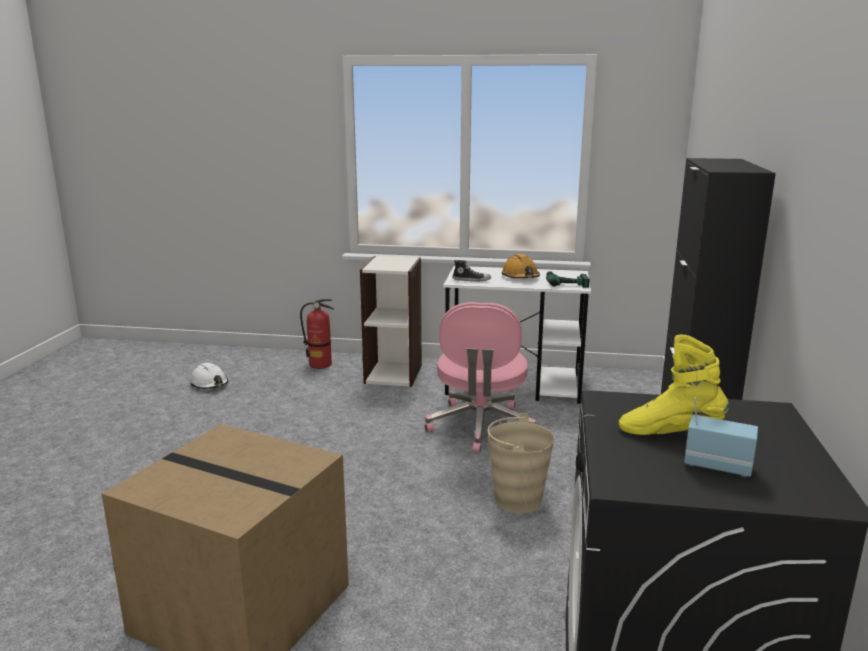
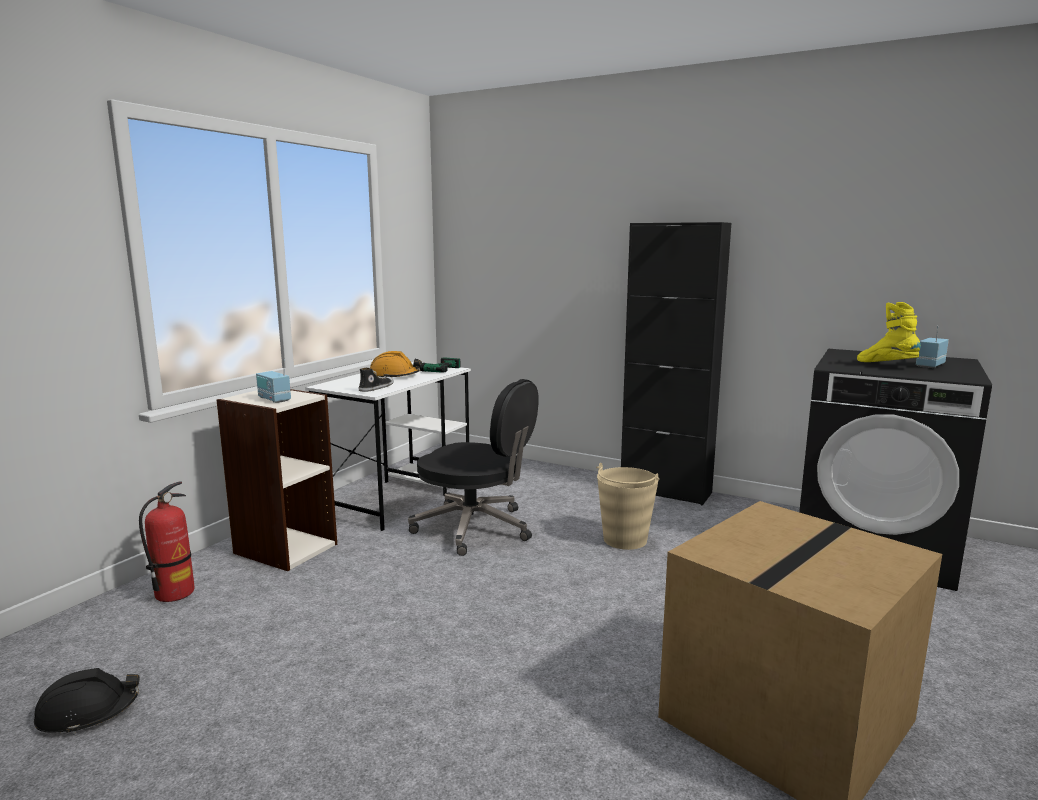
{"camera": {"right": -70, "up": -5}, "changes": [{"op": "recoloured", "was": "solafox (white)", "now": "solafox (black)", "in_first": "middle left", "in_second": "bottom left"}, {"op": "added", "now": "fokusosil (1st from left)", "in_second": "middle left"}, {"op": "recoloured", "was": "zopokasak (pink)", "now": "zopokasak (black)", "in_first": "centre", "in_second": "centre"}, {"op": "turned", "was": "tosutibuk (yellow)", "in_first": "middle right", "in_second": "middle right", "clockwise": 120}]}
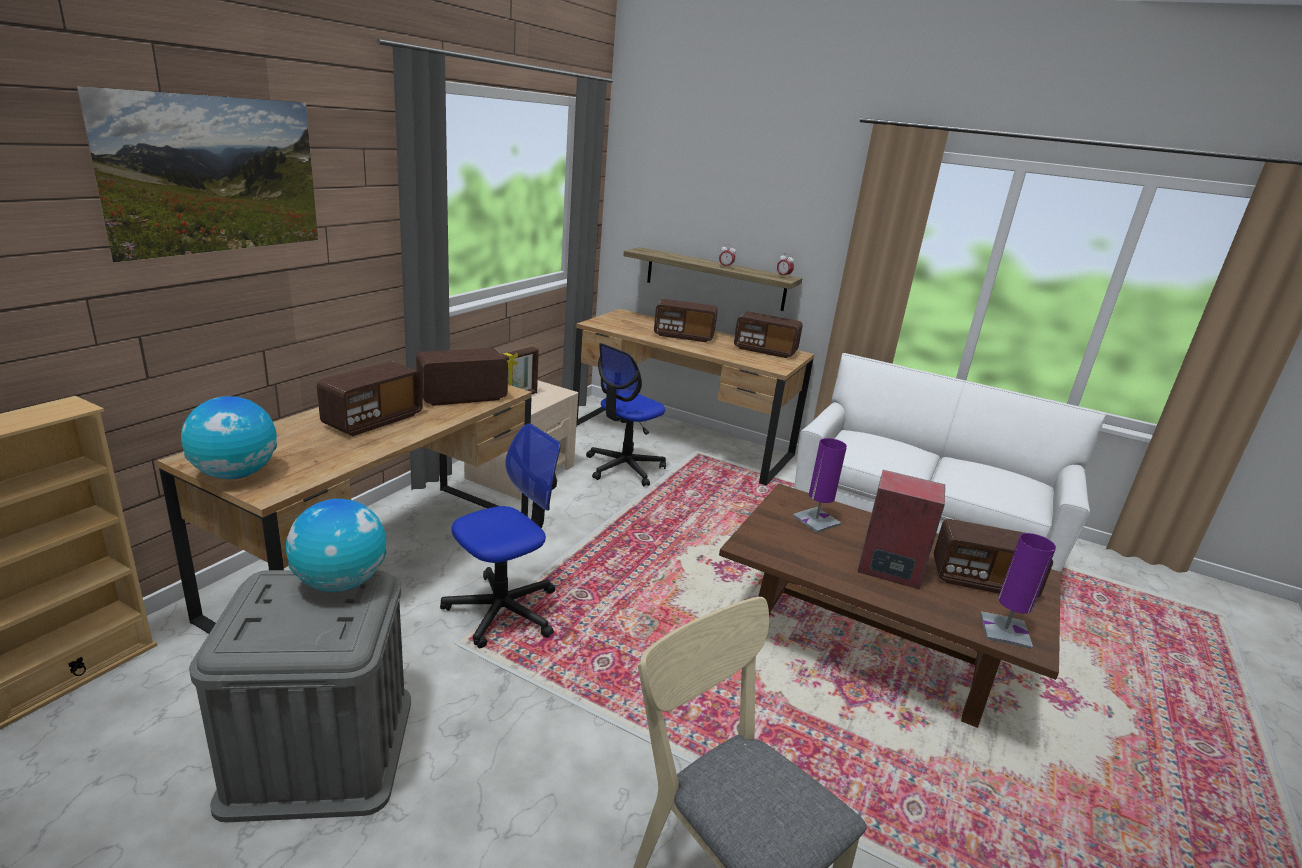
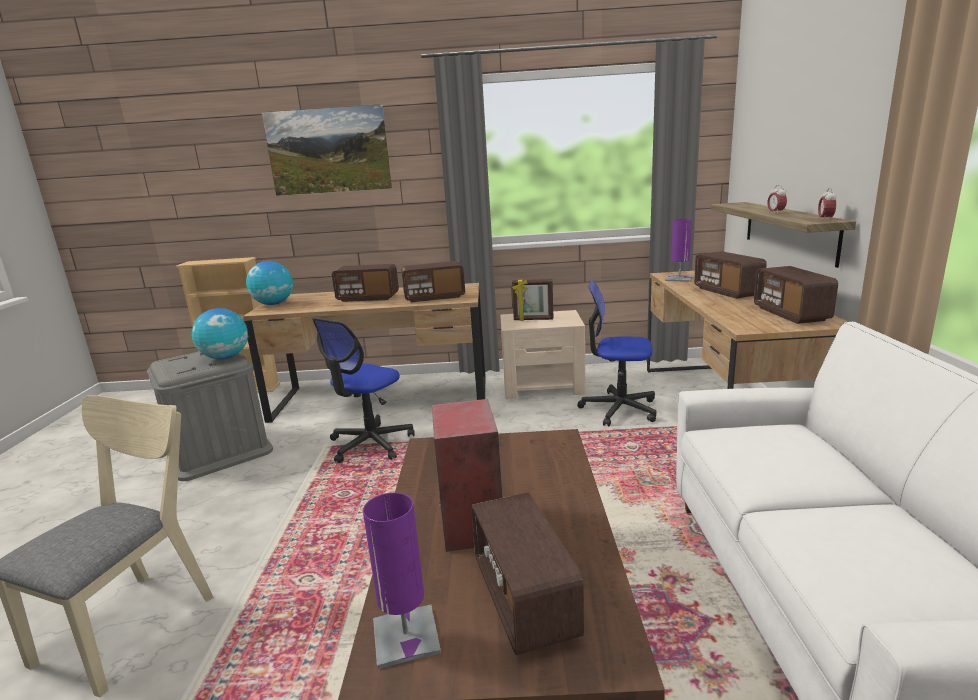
{"camera": {"right": 65, "up": -5}, "changes": [{"op": "turned", "was": "zopokasak (1st from left)", "in_first": "centre", "in_second": "centre", "clockwise": 105}, {"op": "turned", "was": "fokusosil (2nd from left)", "in_first": "centre", "in_second": "centre", "clockwise": 135}, {"op": "moved", "was": "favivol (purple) (1st from left in the first image)", "now": "favivol (purple) (2nd from left)", "in_first": "centre", "in_second": "middle right"}]}
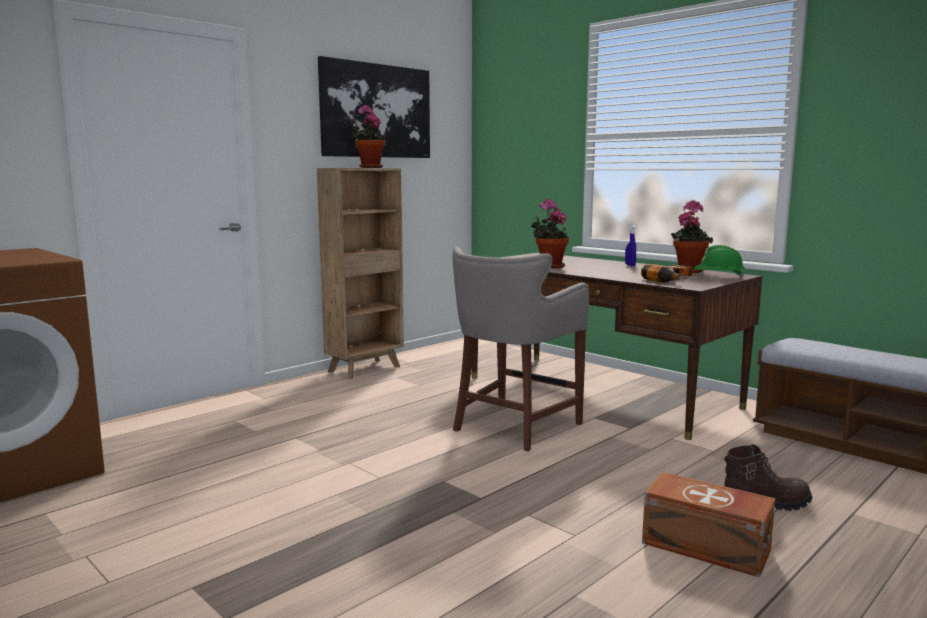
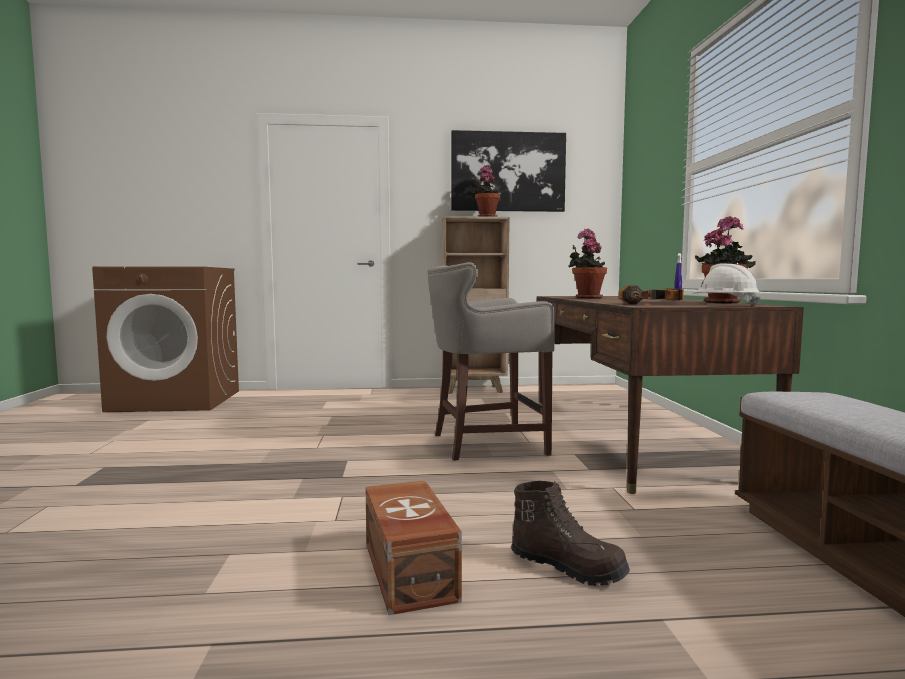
{"camera": {"right": 40, "up": -5}, "changes": [{"op": "recoloured", "was": "solafox (green)", "now": "solafox (white)", "in_first": "middle right", "in_second": "middle right"}]}
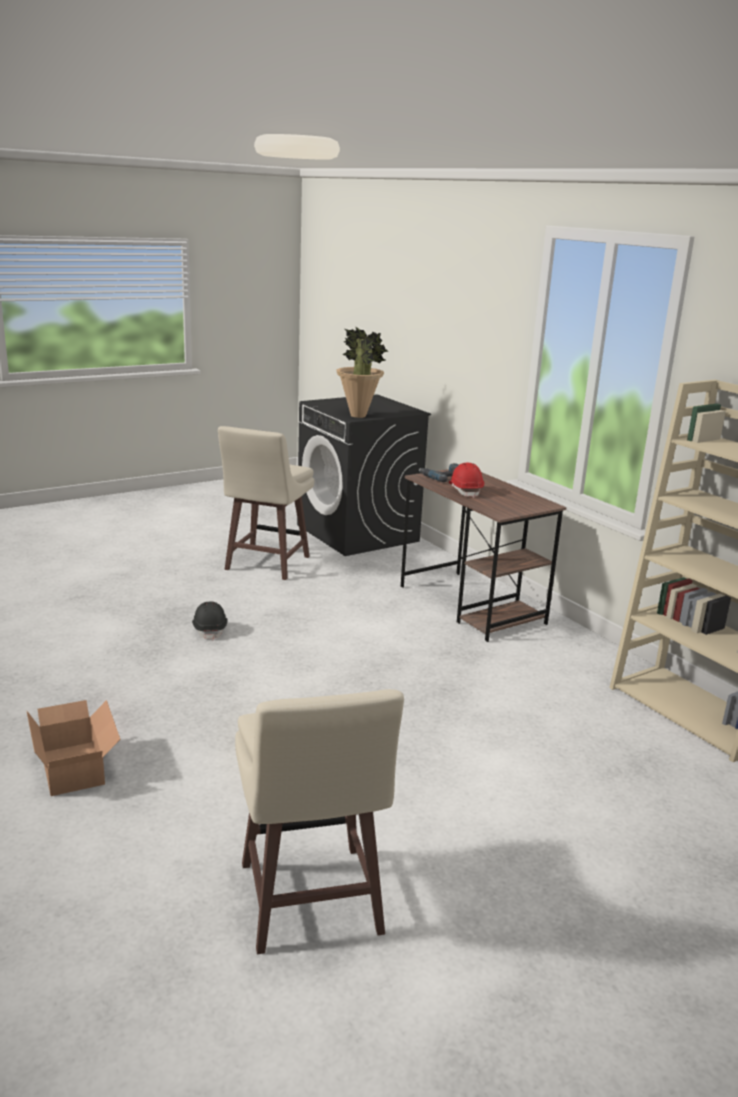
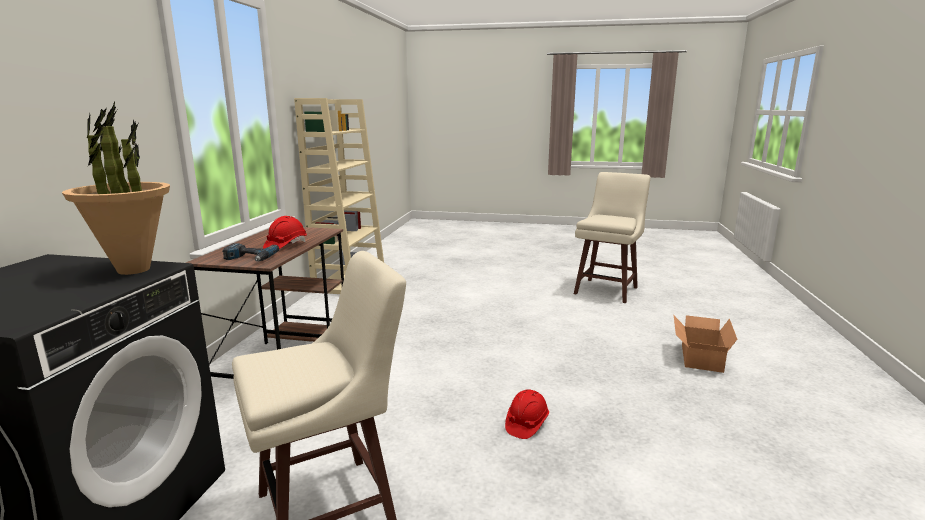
{"camera": {"right": -135, "up": -5}, "changes": [{"op": "recoloured", "was": "solafox (black)", "now": "solafox (red) (2nd from left)", "in_first": "middle left", "in_second": "bottom centre"}]}
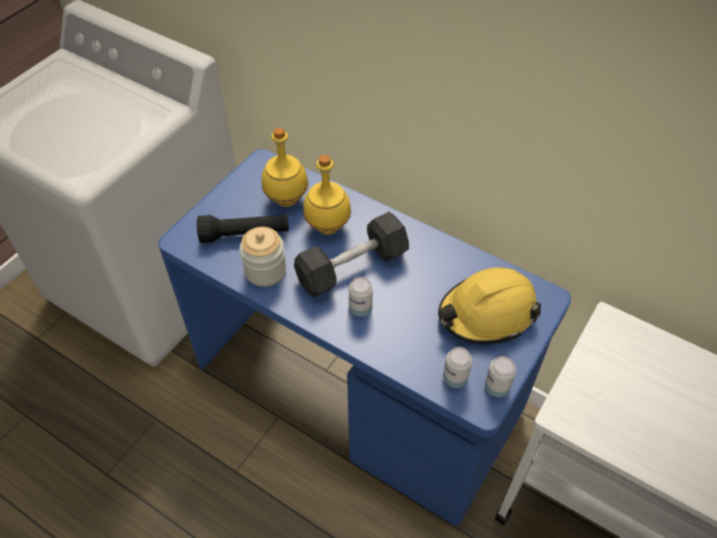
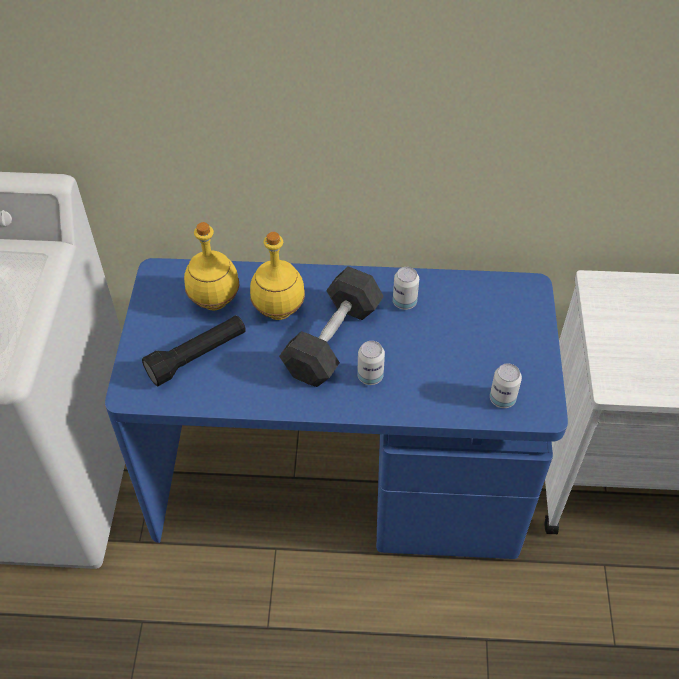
{"camera": {"right": -30, "up": 0}, "changes": [{"op": "moved", "was": "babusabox (3rd from left in the first image)", "now": "babusabox (2nd from left)", "in_first": "bottom right", "in_second": "centre"}, {"op": "removed", "was": "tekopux", "in_first": "centre"}, {"op": "removed", "was": "solafox (yellow)", "in_first": "middle right"}]}
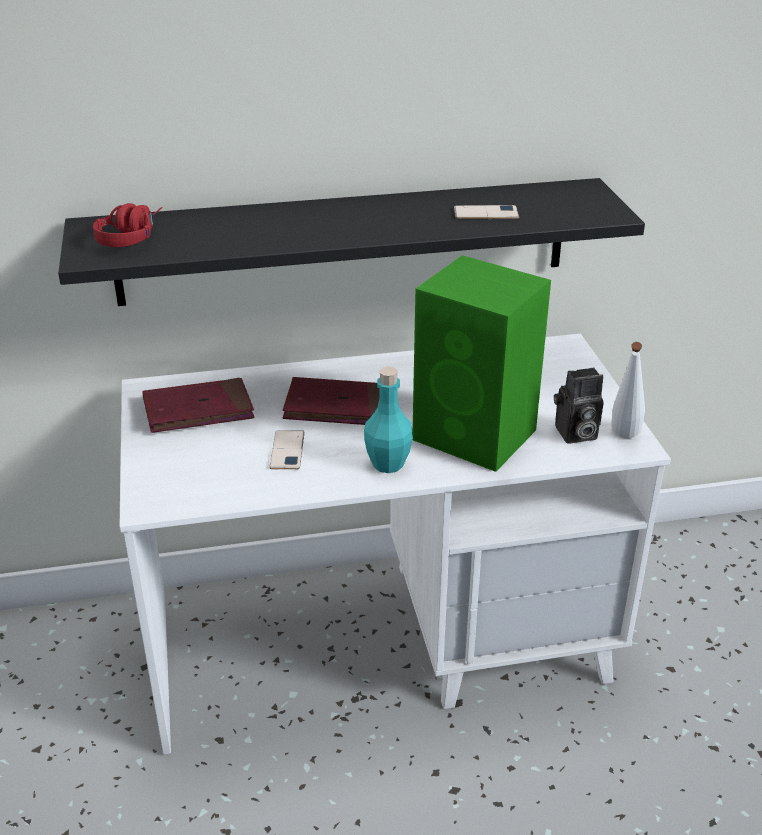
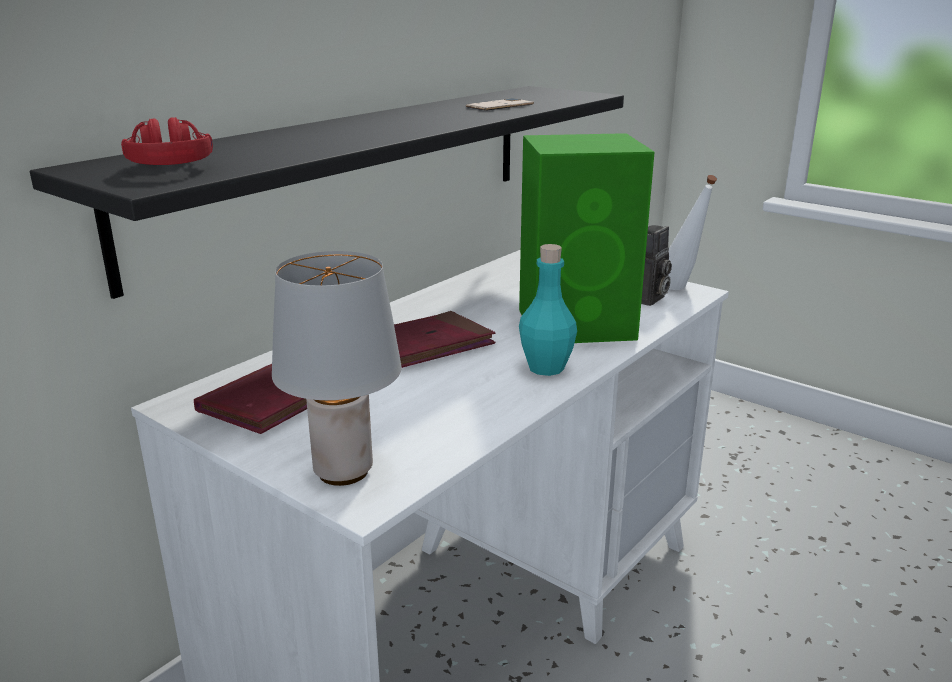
{"camera": {"right": -40, "up": -10}, "changes": [{"op": "added", "now": "favivol (grey)", "in_second": "centre"}, {"op": "removed", "was": "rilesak (1st from left)", "in_first": "centre"}]}
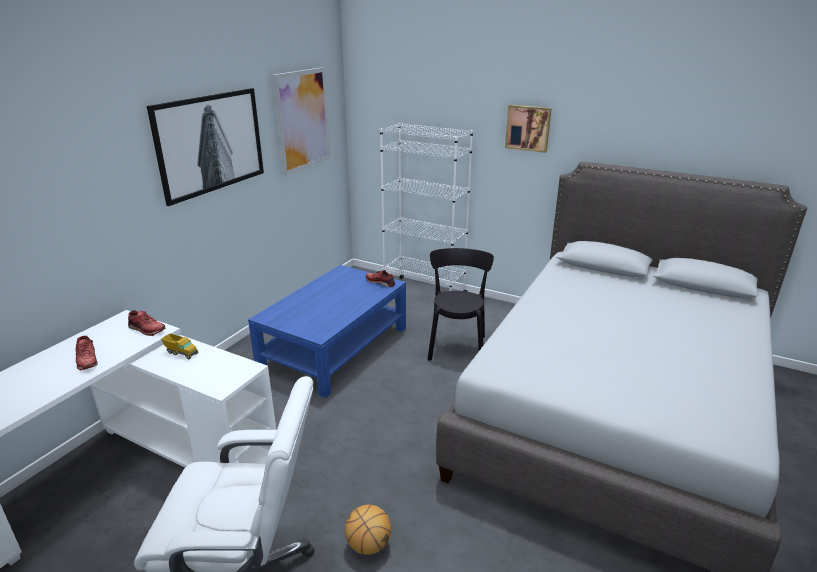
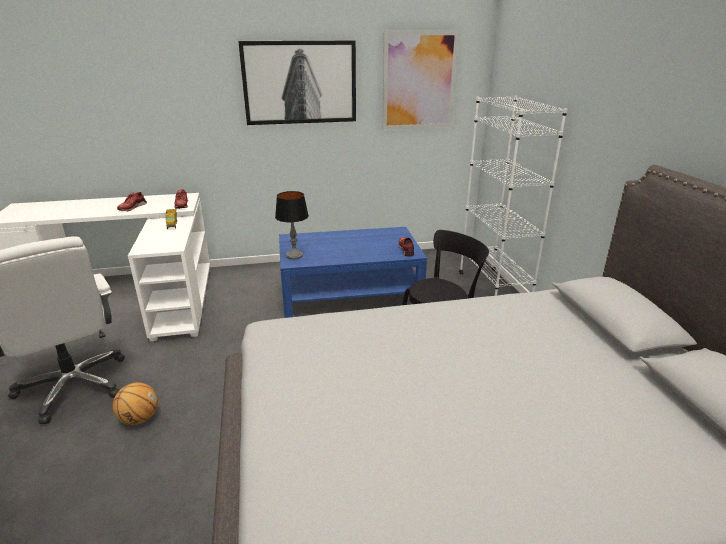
{"camera": {"right": 50, "up": 0}, "changes": [{"op": "added", "now": "favivol", "in_second": "centre"}, {"op": "removed", "was": "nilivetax (3rd from left)", "in_first": "top centre"}]}
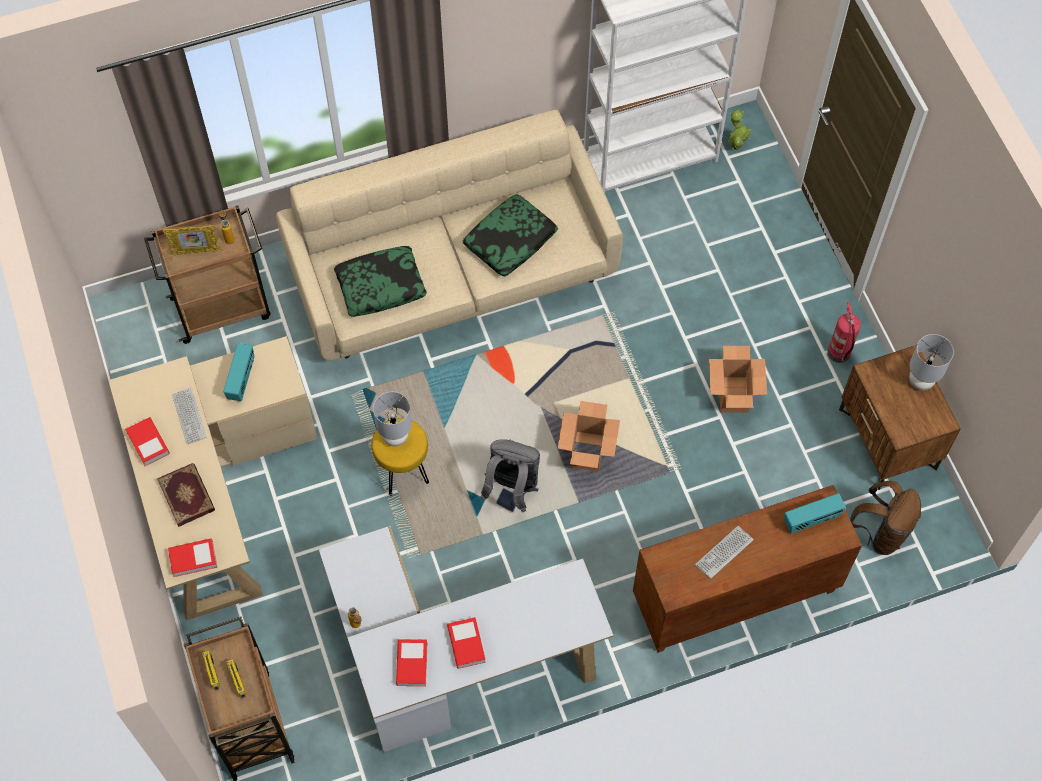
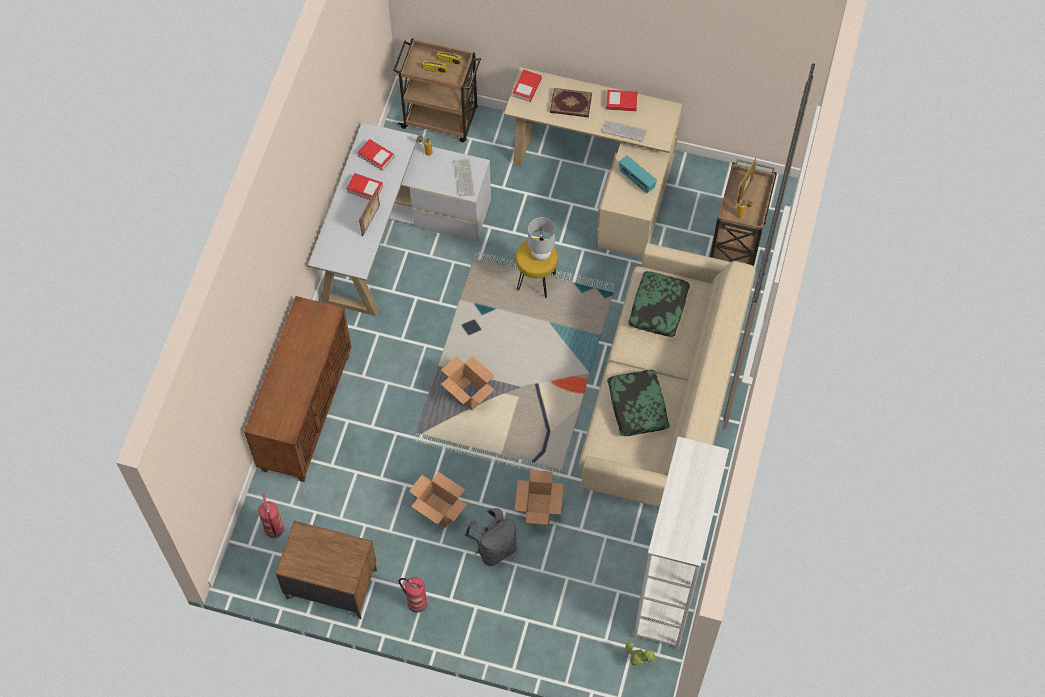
{"camera": {"right": 125, "up": 0}, "changes": [{"op": "replaced", "was": "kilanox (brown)", "now": "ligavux (1st from left)", "in_first": "middle right", "in_second": "bottom left"}, {"op": "added", "now": "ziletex (1st from left)", "in_second": "top centre"}, {"op": "moved", "was": "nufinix (2nd from left in the first image)", "now": "nufinix (1st from left)", "in_first": "bottom right", "in_second": "top centre"}, {"op": "moved", "was": "kilanox (grey)", "in_first": "centre", "in_second": "bottom centre"}, {"op": "added", "now": "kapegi (3rd from left)", "in_second": "bottom centre"}, {"op": "removed", "was": "fokusosil (4th from left)", "in_first": "middle right"}, {"op": "removed", "was": "favivol (grey) (2nd from left)", "in_first": "middle right"}]}
